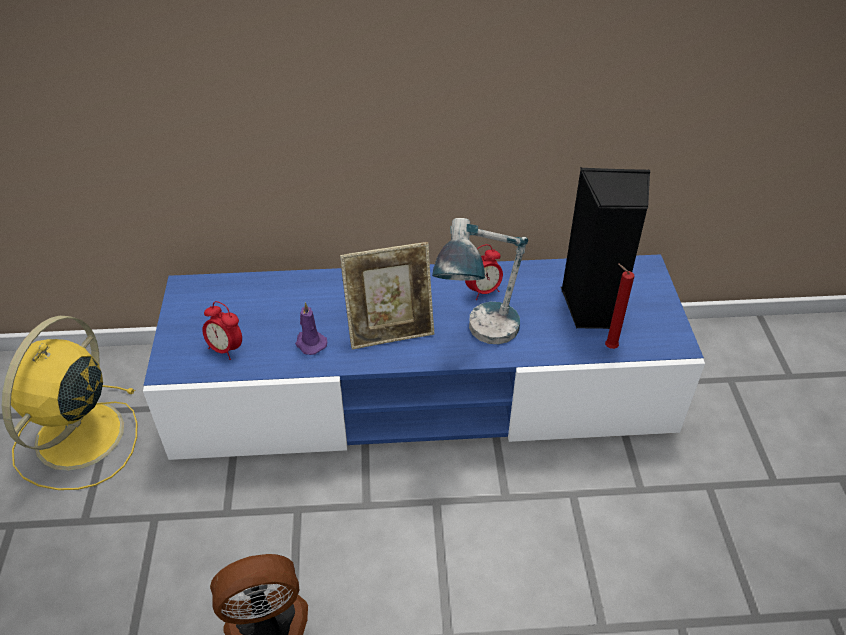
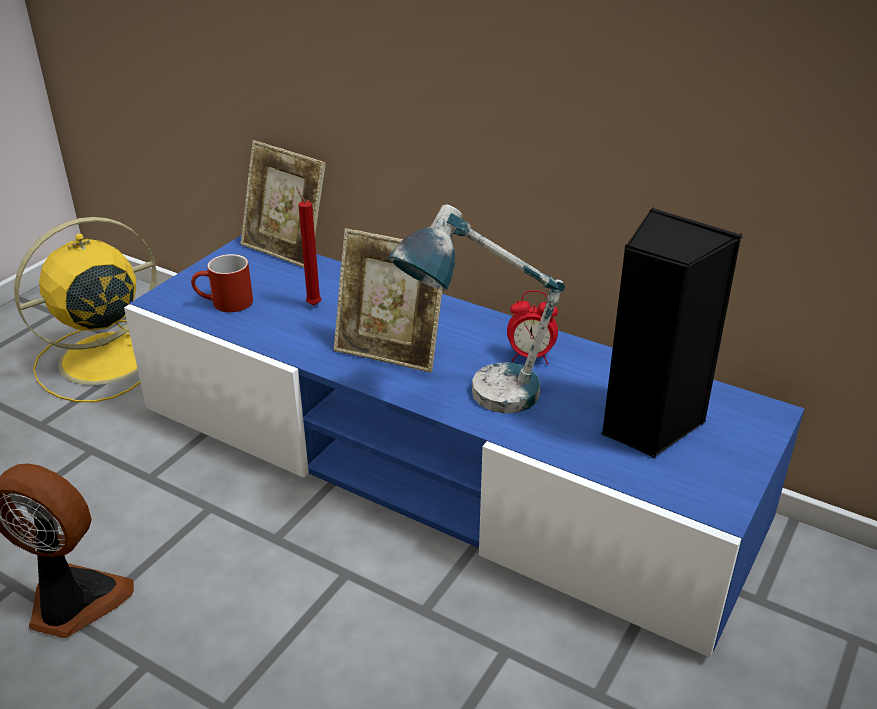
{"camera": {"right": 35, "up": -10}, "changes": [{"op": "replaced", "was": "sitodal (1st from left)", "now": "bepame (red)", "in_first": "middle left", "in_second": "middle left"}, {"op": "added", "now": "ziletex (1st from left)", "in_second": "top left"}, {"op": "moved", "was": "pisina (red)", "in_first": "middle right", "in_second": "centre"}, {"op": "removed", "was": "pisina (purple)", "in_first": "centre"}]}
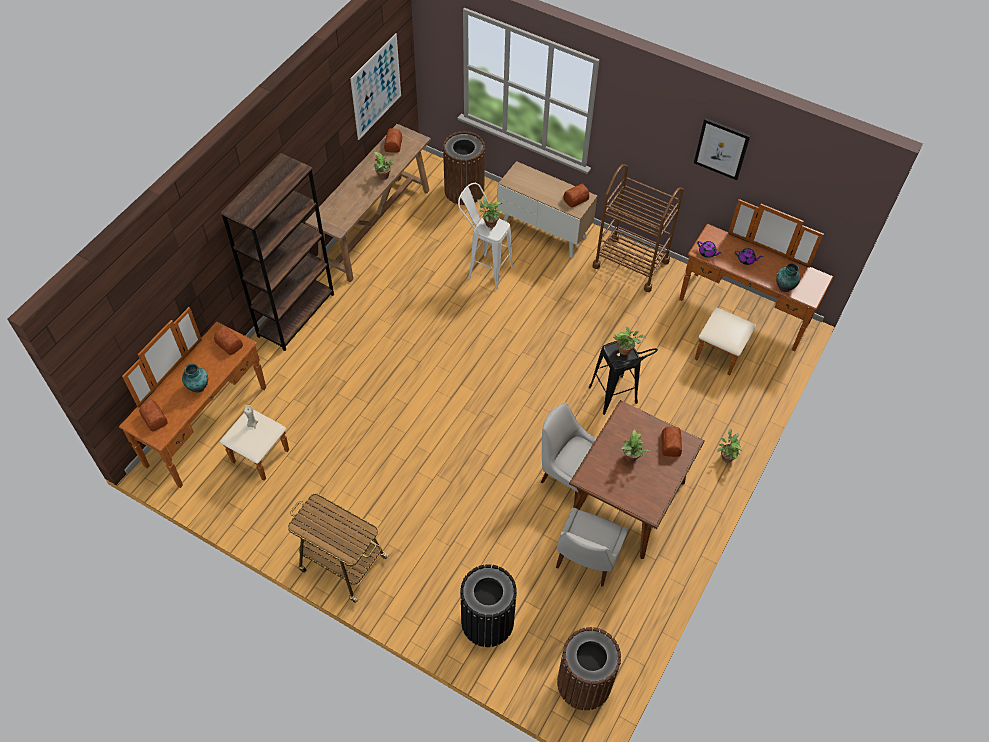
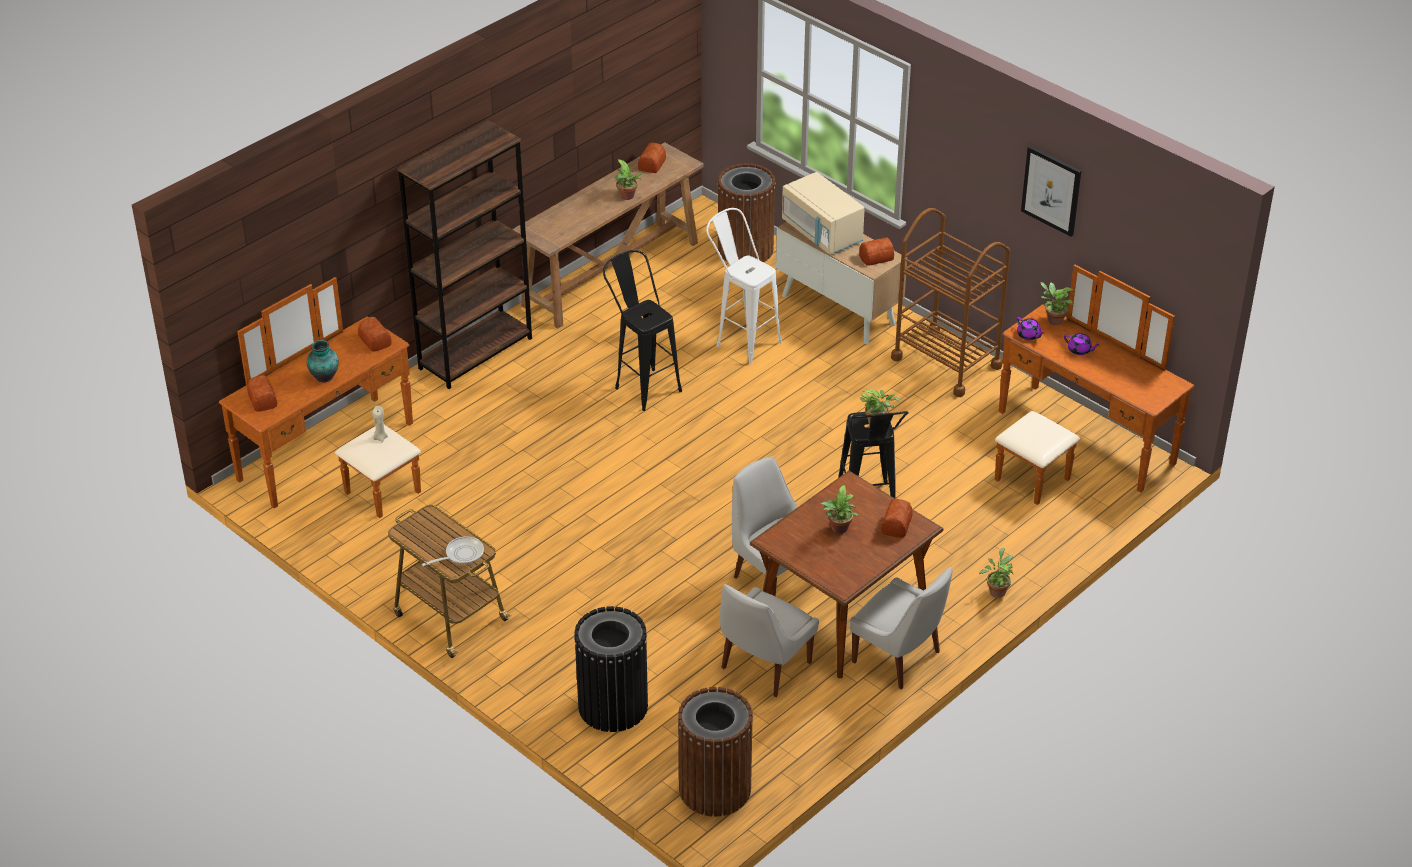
{"camera": {"right": 15, "up": -15}, "changes": [{"op": "added", "now": "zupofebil", "in_second": "middle left"}, {"op": "added", "now": "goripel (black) (1st from left)", "in_second": "centre"}, {"op": "added", "now": "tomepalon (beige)", "in_second": "top centre"}, {"op": "added", "now": "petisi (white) (3rd from left)", "in_second": "bottom centre"}, {"op": "moved", "was": "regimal (2nd from left in the first image)", "now": "regimal (5th from left)", "in_first": "top centre", "in_second": "middle right"}, {"op": "removed", "was": "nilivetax (1st from left)", "in_first": "top centre"}, {"op": "removed", "was": "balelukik (2nd from left)", "in_first": "middle right"}]}
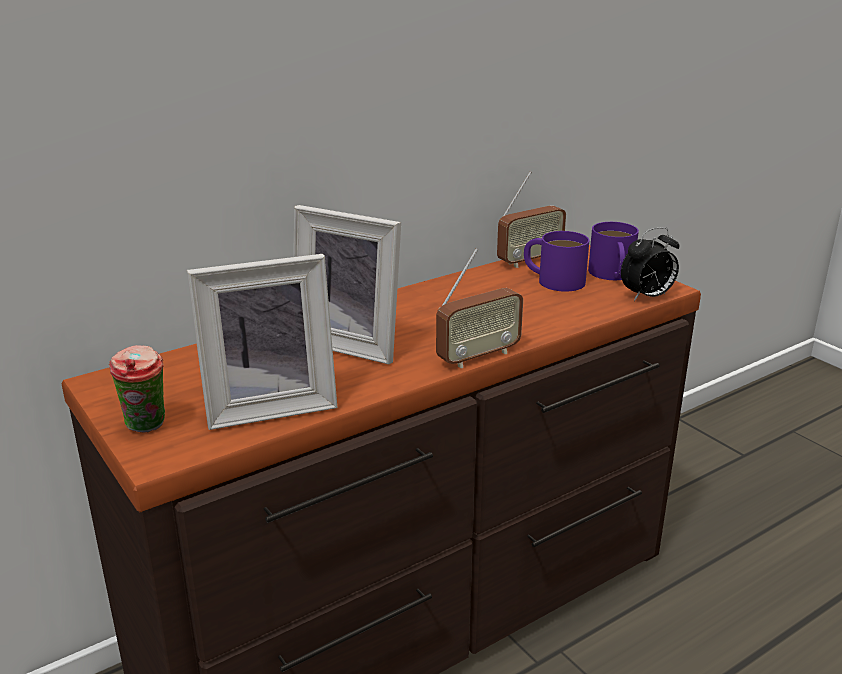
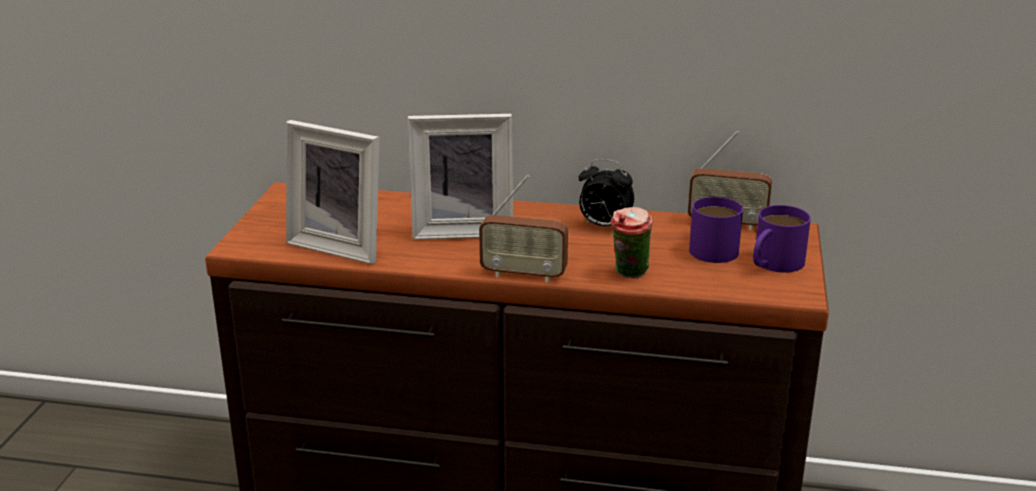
{"camera": {"right": 45, "up": 0}, "changes": [{"op": "turned", "was": "ziletex (2nd from left)", "in_first": "centre", "in_second": "centre", "clockwise": -75}, {"op": "moved", "was": "sitodal", "in_first": "middle right", "in_second": "centre"}, {"op": "moved", "was": "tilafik", "in_first": "middle left", "in_second": "centre"}]}
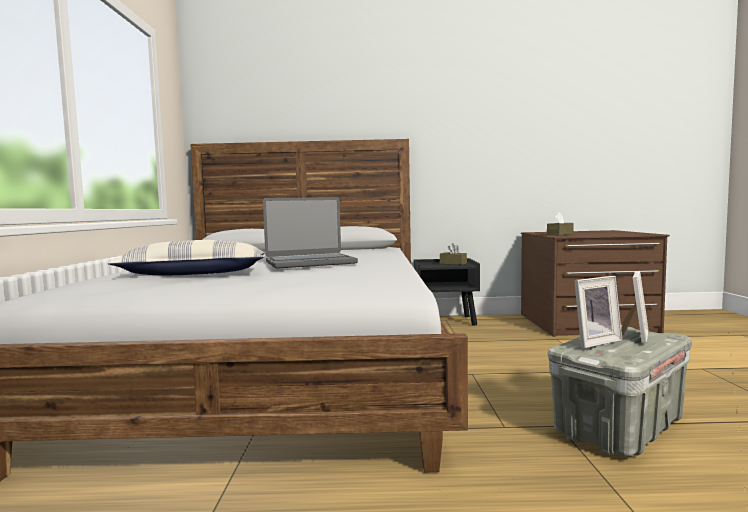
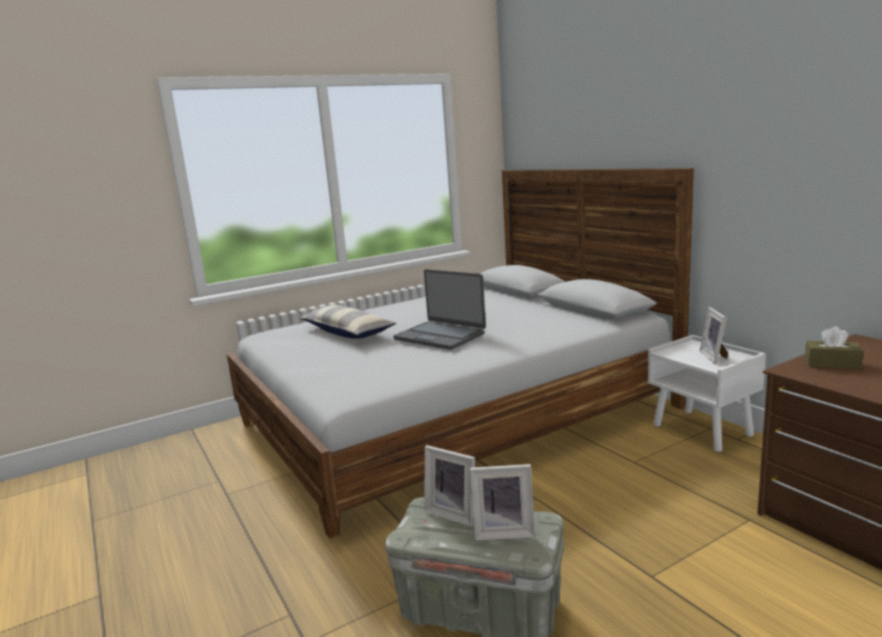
{"camera": {"right": 60, "up": 10}, "changes": [{"op": "recoloured", "was": "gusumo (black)", "now": "gusumo (white)", "in_first": "centre", "in_second": "middle right"}, {"op": "replaced", "was": "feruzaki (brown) (1st from left)", "now": "ziletex (3rd from left)", "in_first": "centre", "in_second": "middle right"}]}
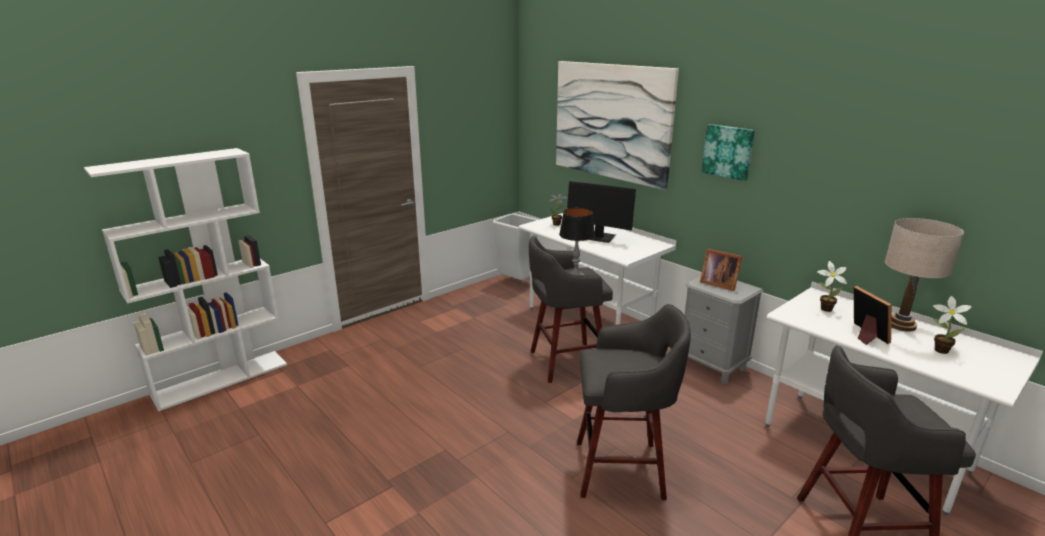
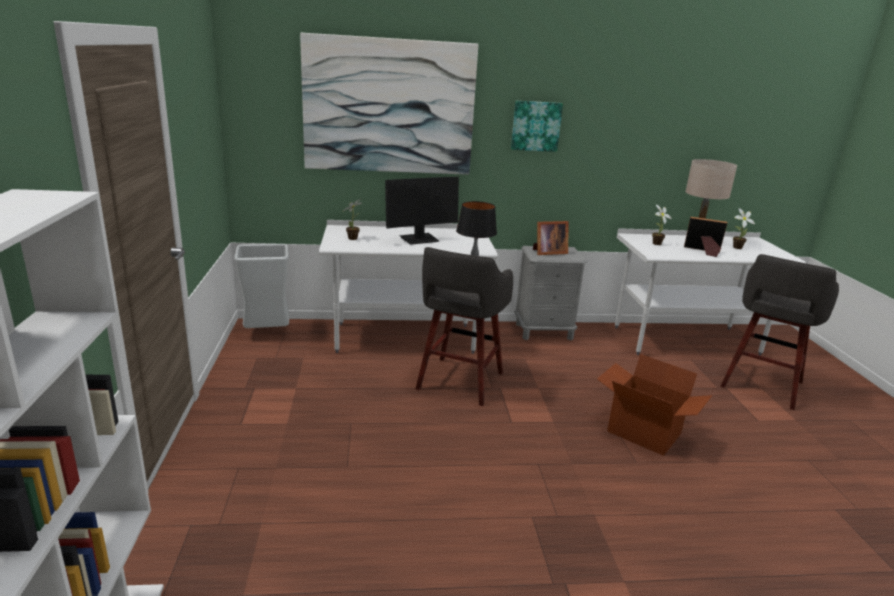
{"camera": {"right": -55, "up": 0}, "changes": [{"op": "replaced", "was": "goripel (grey) (2nd from left)", "now": "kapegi", "in_first": "bottom centre", "in_second": "bottom right"}]}
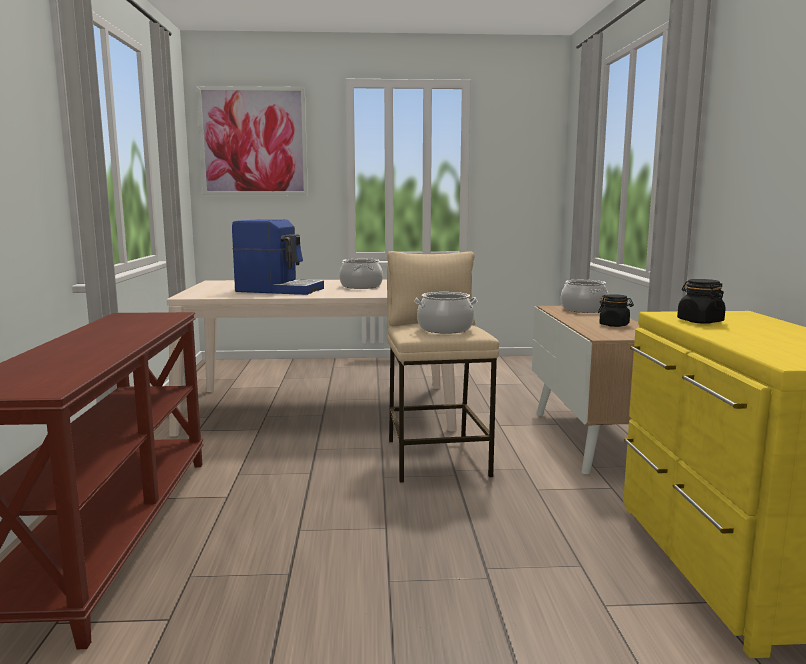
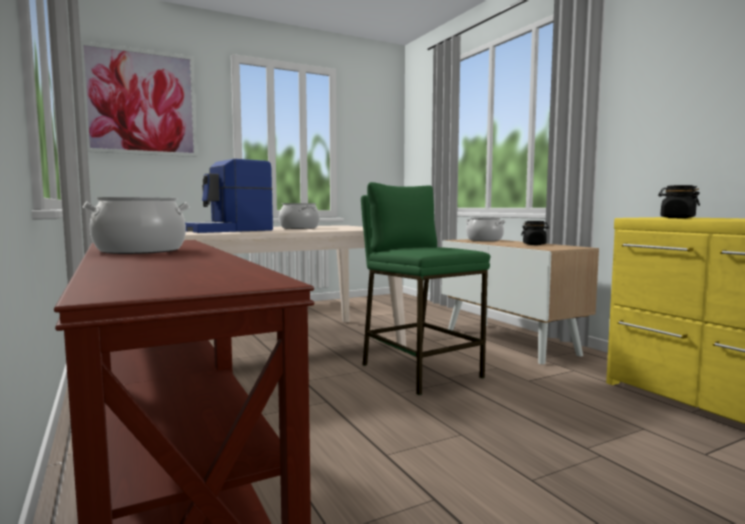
{"camera": {"right": -25, "up": -5}, "changes": [{"op": "moved", "was": "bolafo (2nd from left in the first image)", "now": "bolafo (1st from left)", "in_first": "centre", "in_second": "middle left"}, {"op": "turned", "was": "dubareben", "in_first": "centre", "in_second": "middle left", "clockwise": 150}, {"op": "recoloured", "was": "goripel (beige)", "now": "goripel (green)", "in_first": "centre", "in_second": "centre"}]}
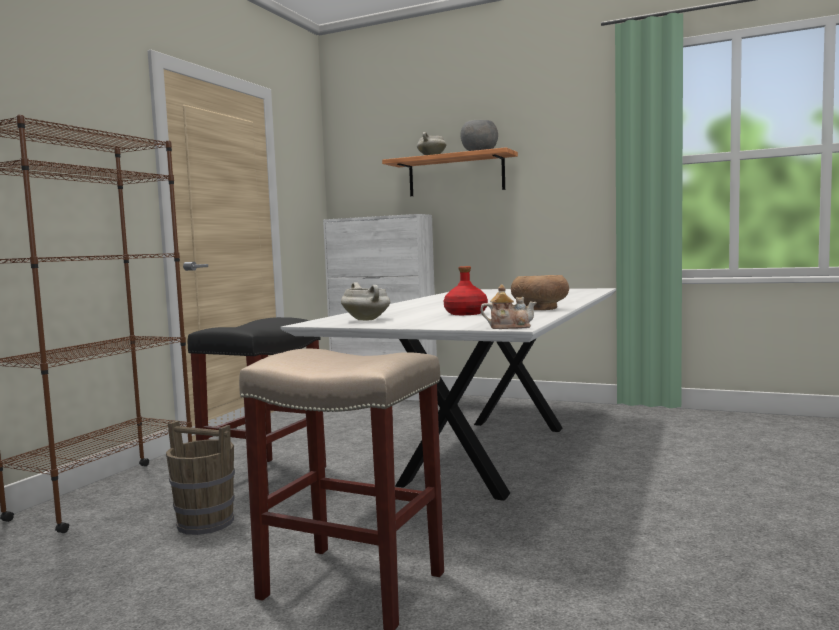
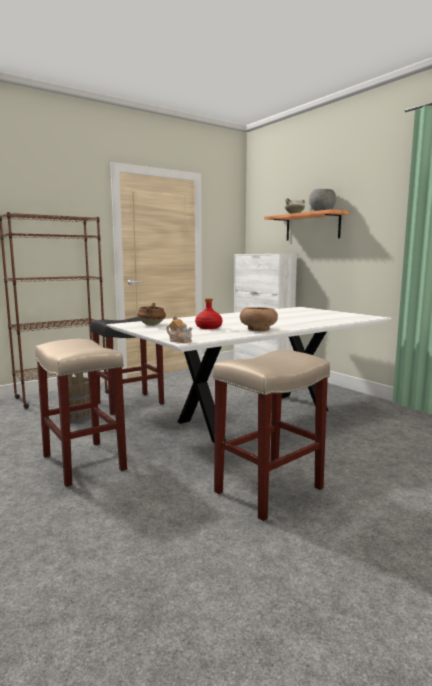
{"camera": {"right": 30, "up": 5}, "changes": [{"op": "recoloured", "was": "bolafo (white) (1st from left)", "now": "bolafo (brown)", "in_first": "centre", "in_second": "centre"}, {"op": "added", "now": "goripel (beige) (2nd from left)", "in_second": "centre"}]}
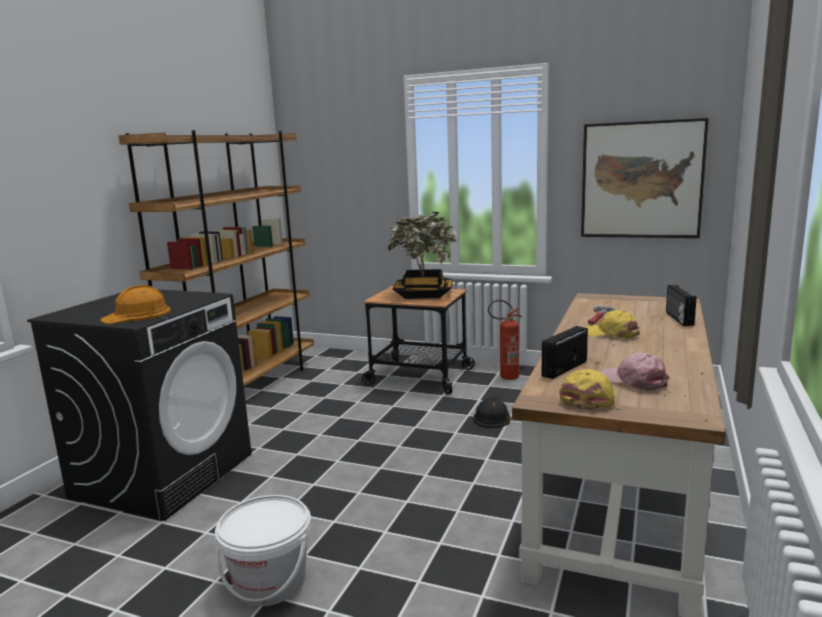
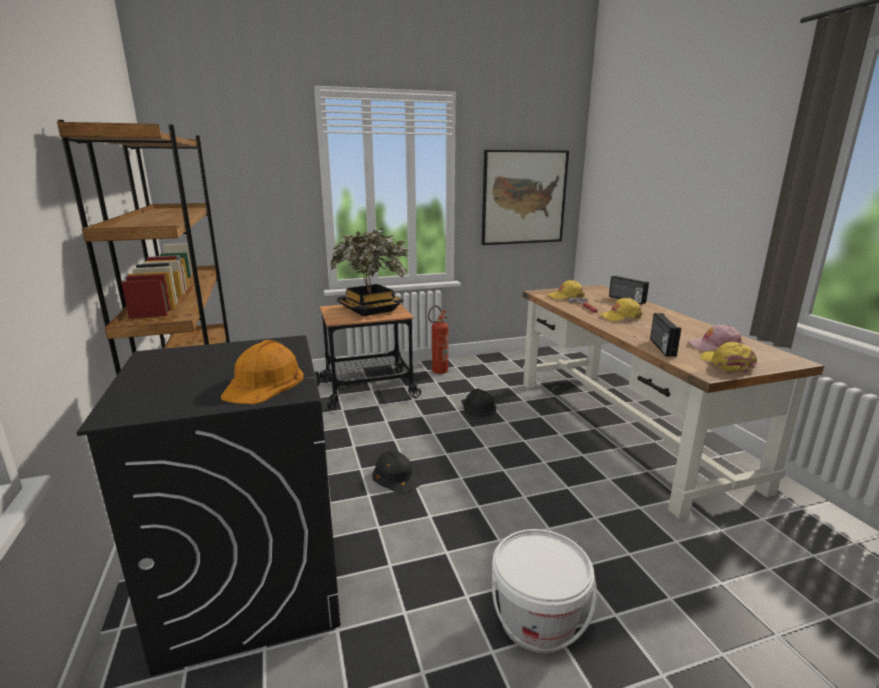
{"camera": {"right": -40, "up": 5}, "changes": [{"op": "added", "now": "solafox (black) (1st from left)", "in_second": "bottom centre"}, {"op": "added", "now": "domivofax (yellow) (1st from left)", "in_second": "centre"}]}
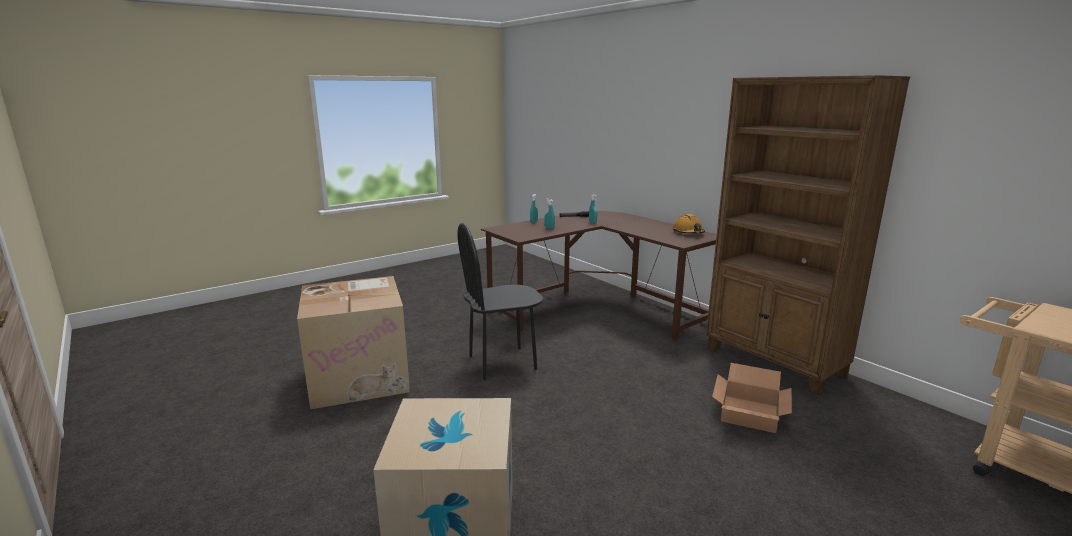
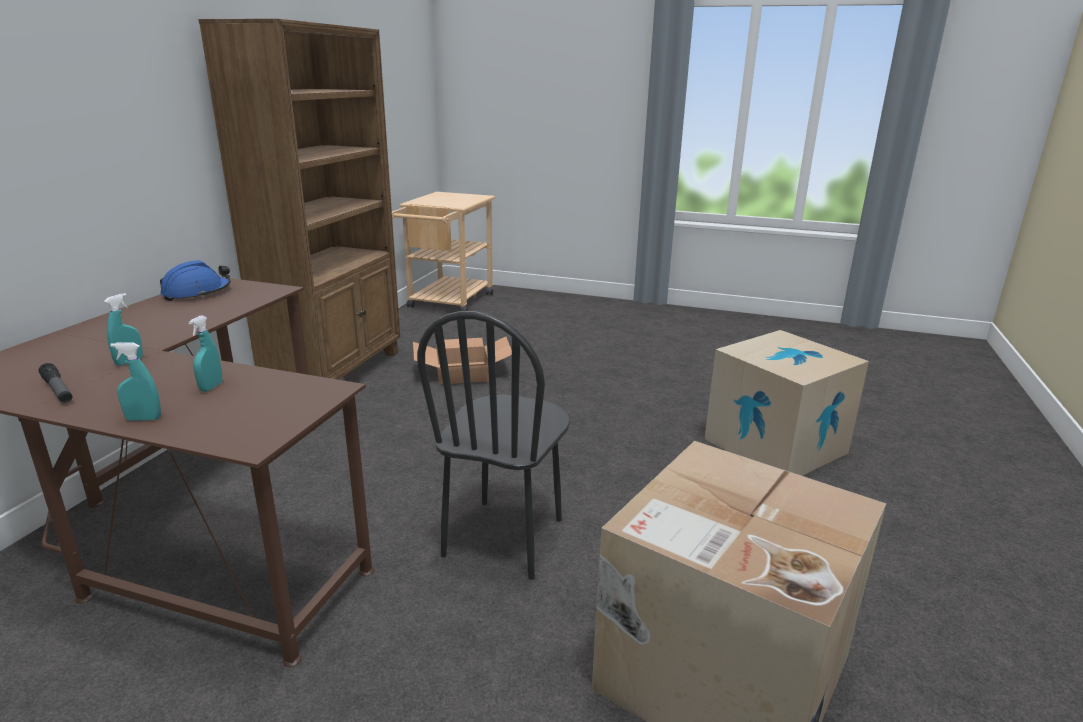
{"camera": {"right": -125, "up": 5}, "changes": [{"op": "recoloured", "was": "solafox (orange)", "now": "solafox (blue)", "in_first": "centre", "in_second": "middle left"}, {"op": "turned", "was": "petisi (black)", "in_first": "centre", "in_second": "centre", "clockwise": 75}]}
